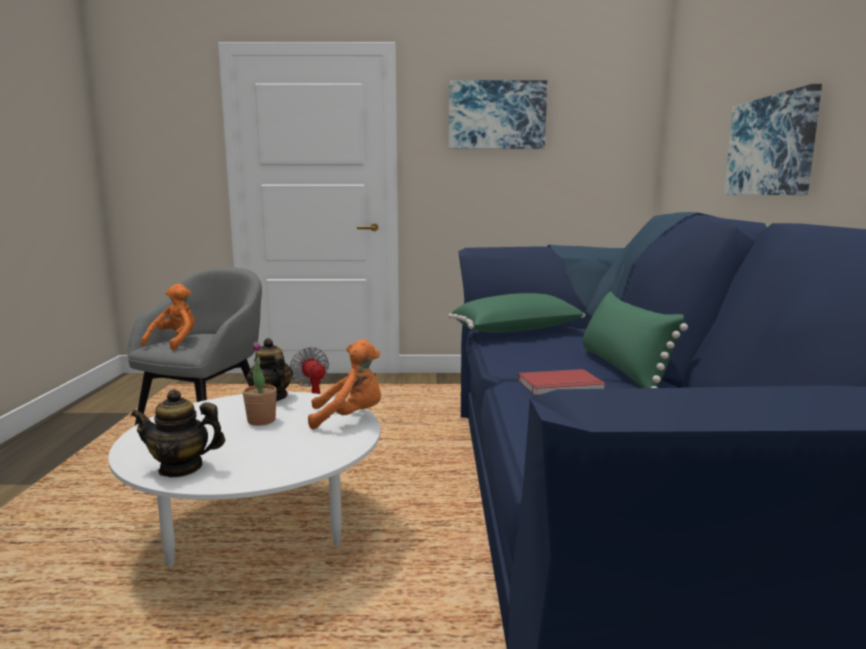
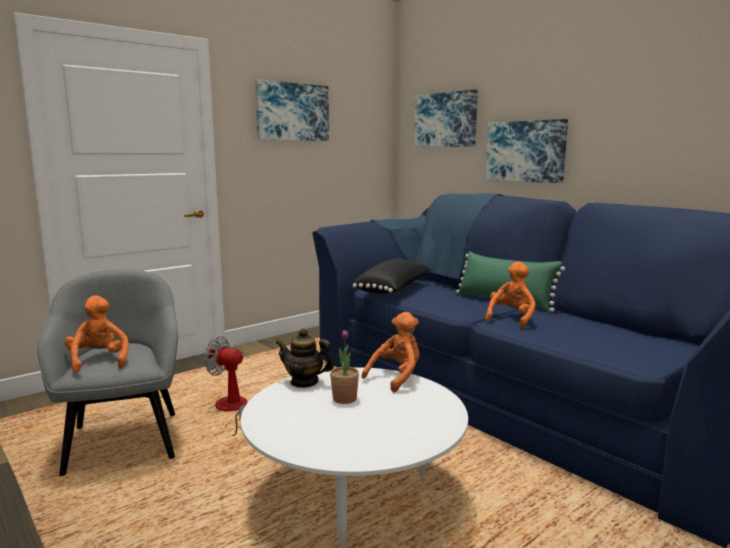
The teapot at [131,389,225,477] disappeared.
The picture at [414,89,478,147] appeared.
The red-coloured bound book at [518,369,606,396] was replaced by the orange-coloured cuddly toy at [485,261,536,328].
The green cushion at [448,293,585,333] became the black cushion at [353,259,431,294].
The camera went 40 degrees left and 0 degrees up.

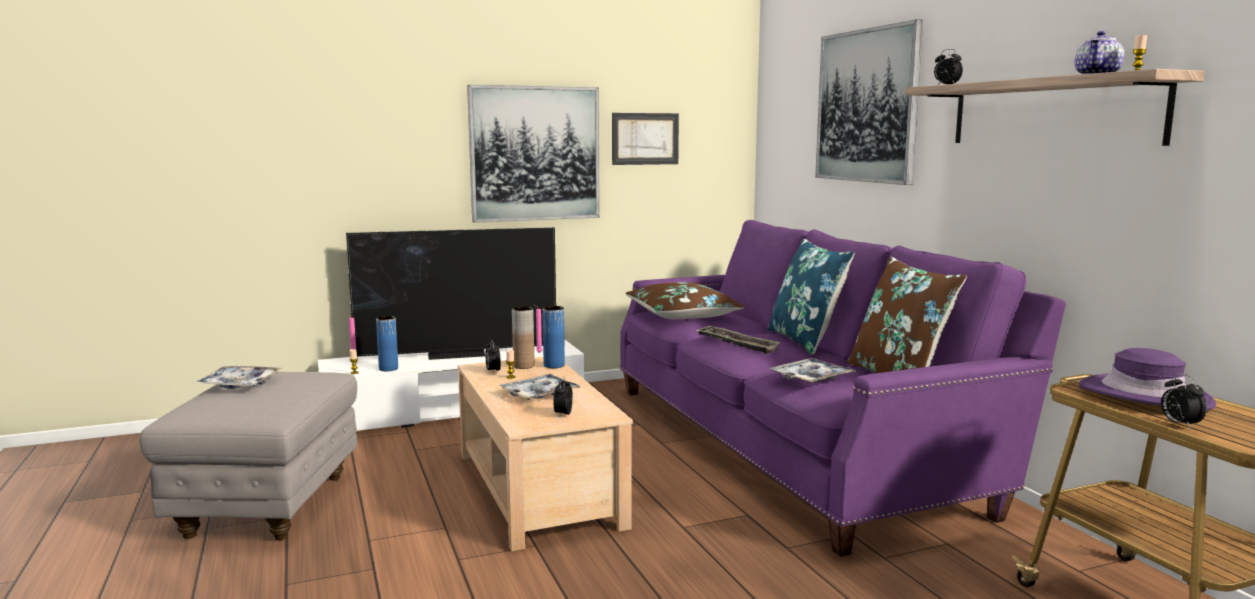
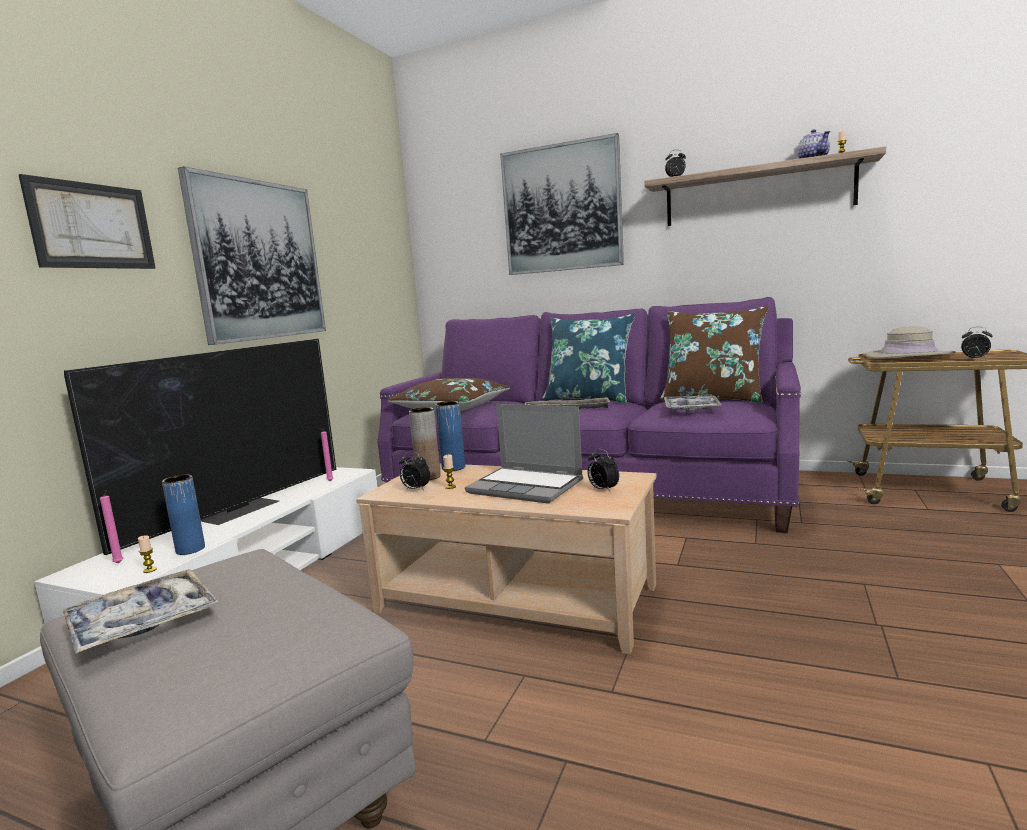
The picture moved from [612,113,679,165] to [19,174,155,269].
The serving tray at [499,374,581,400] was replaced by the portable computer at [465,404,583,504].
The purplish wearable hat at [1079,348,1216,410] became the beige wearable hat at [866,326,956,359].
The camera went 45 degrees left and 0 degrees up.

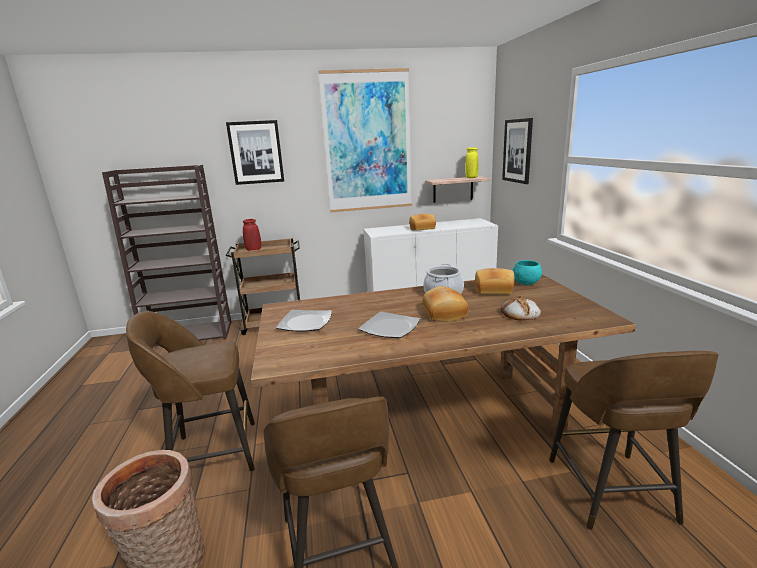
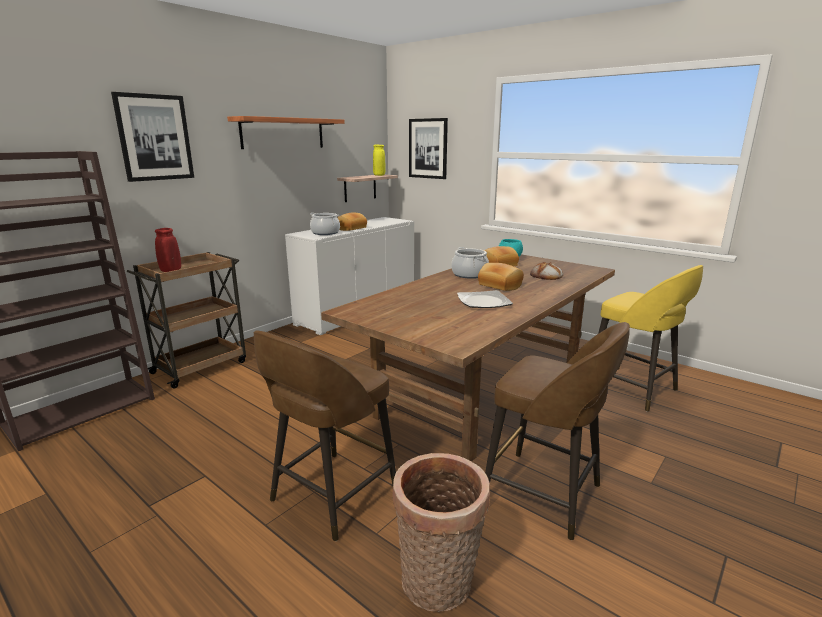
The dinner plate at [276,310,332,331] disappeared.
The saucepot at [310,213,340,235] appeared.
The picture at [318,68,412,212] was replaced by the shelf at [227,116,345,149].
The brownish stool at [549,351,719,530] became the yellow stool at [598,265,703,412].
The camera went 40 degrees left and 0 degrees up.

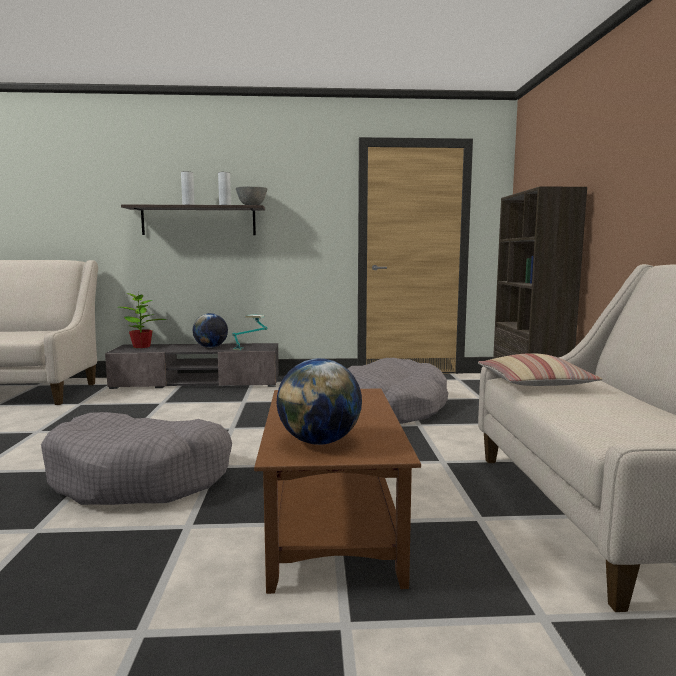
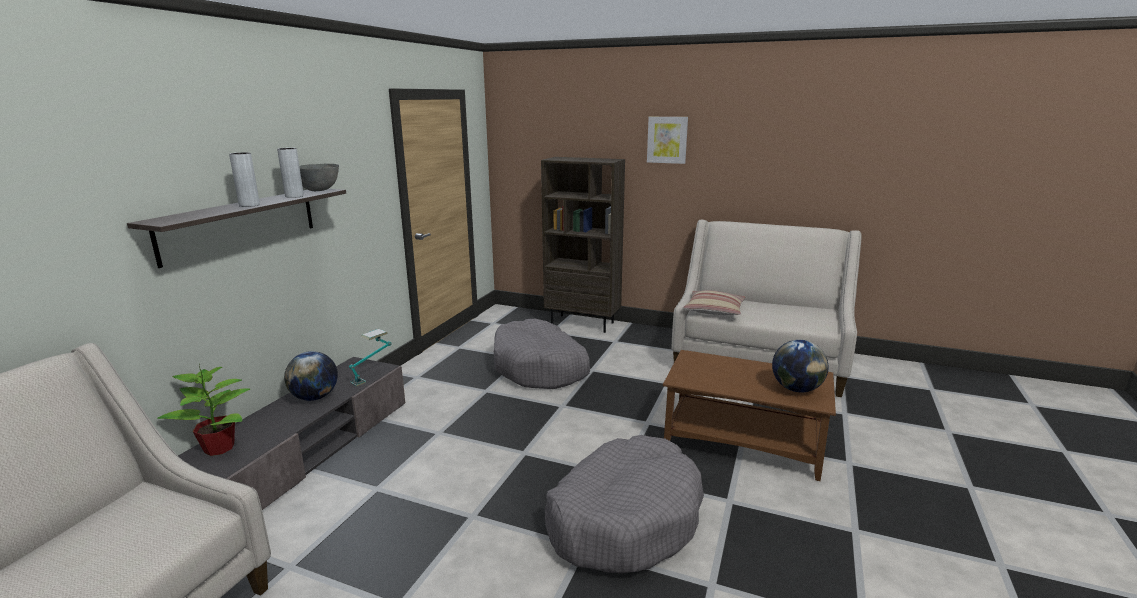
The picture at [647,117,688,164] appeared.
The camera went 65 degrees left and 10 degrees up.

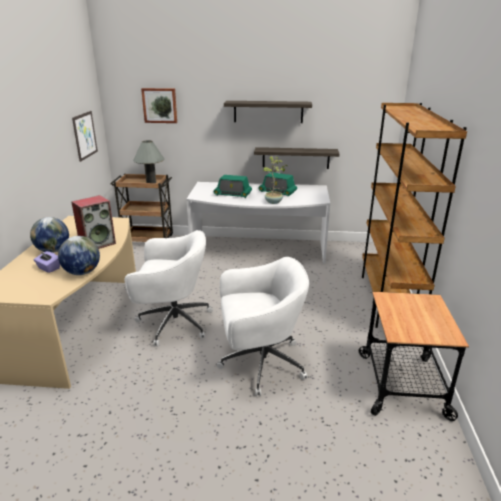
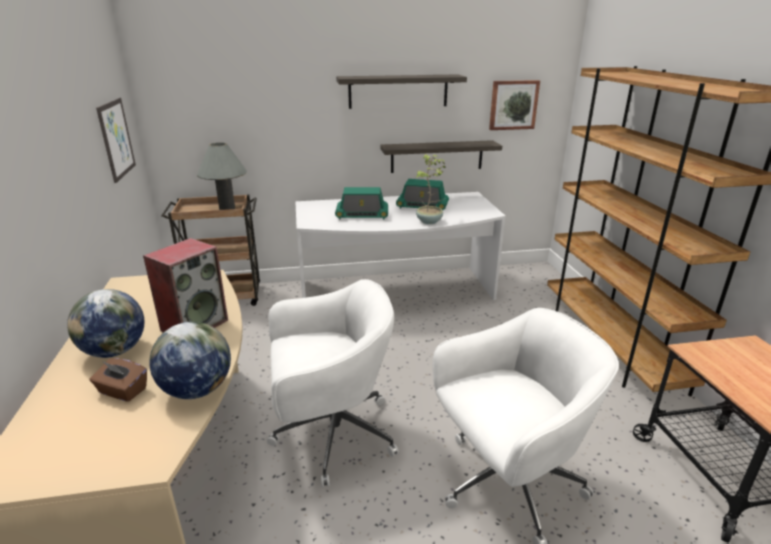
The picture moved from [141,88,177,123] to [489,80,540,130].
The purplish box of tissues at [34,251,60,273] became the brownish box of tissues at [89,358,147,402].
The camera went 15 degrees left and 0 degrees up.

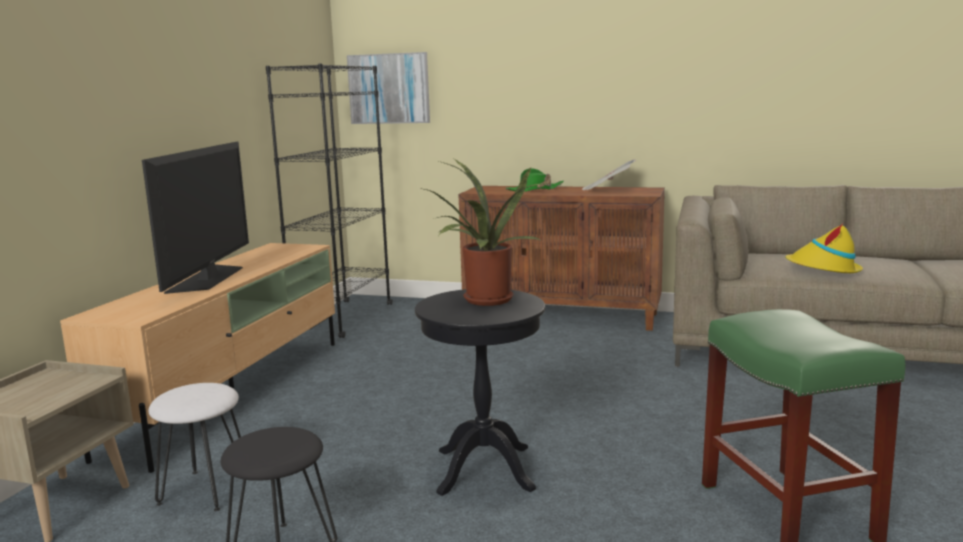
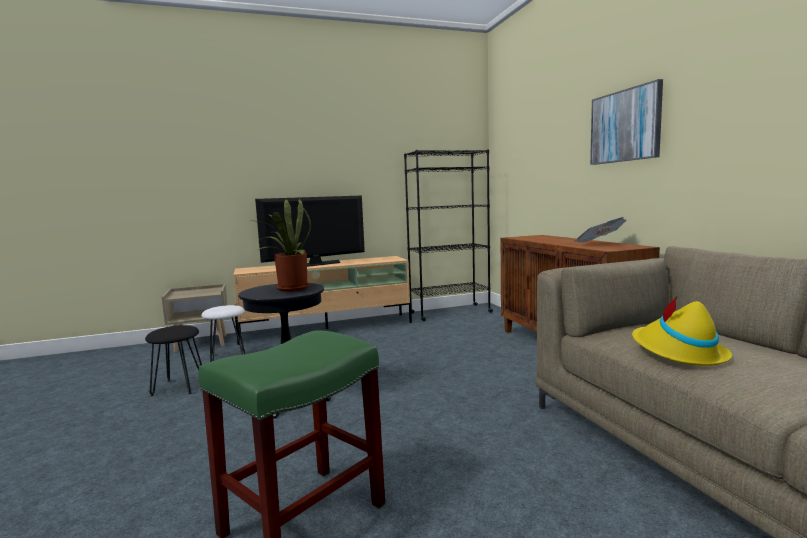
The green wearable hat at [506,168,564,192] disappeared.
The picture moved from [347,52,430,124] to [590,79,663,165].
The camera went 55 degrees right and 5 degrees down.

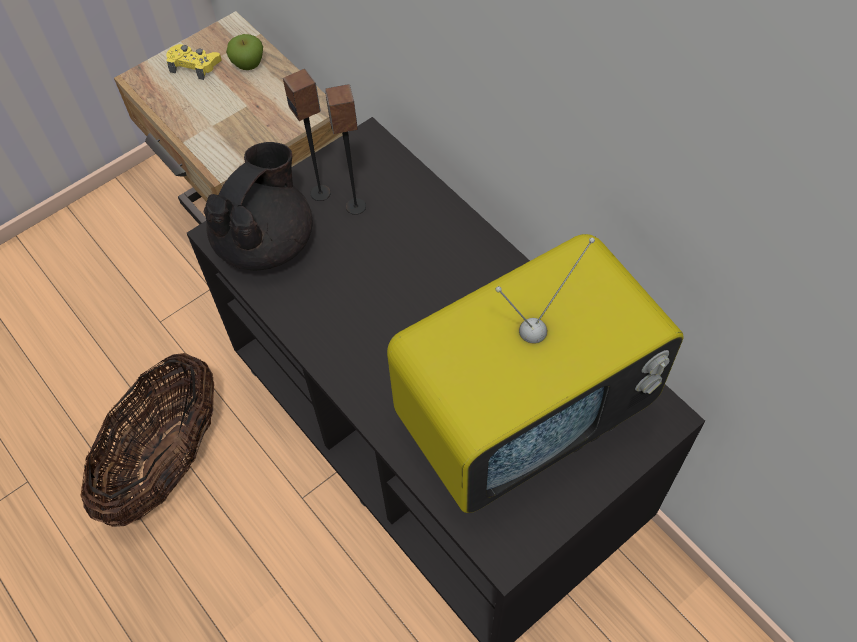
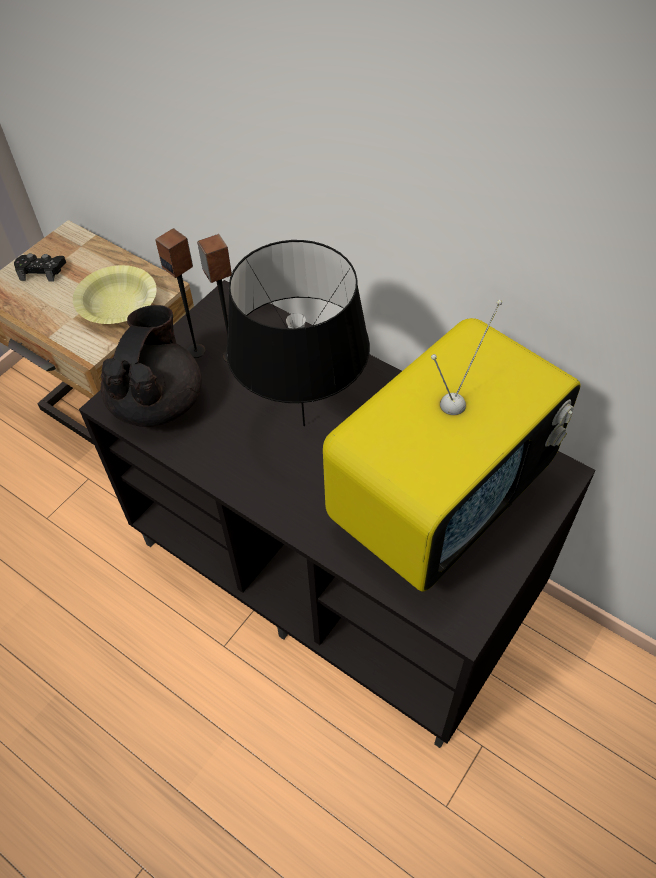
The basket at [80,353,214,527] disappeared.
The whole apple at [226,34,263,70] disappeared.
The yellow serving bowl at [73,265,157,324] appeared.
The black tabletop lamp at [226,240,370,426] appeared.
The yellow game controller at [166,44,222,80] became the black game controller at [14,253,66,282].
The camera went 15 degrees left and 5 degrees down.

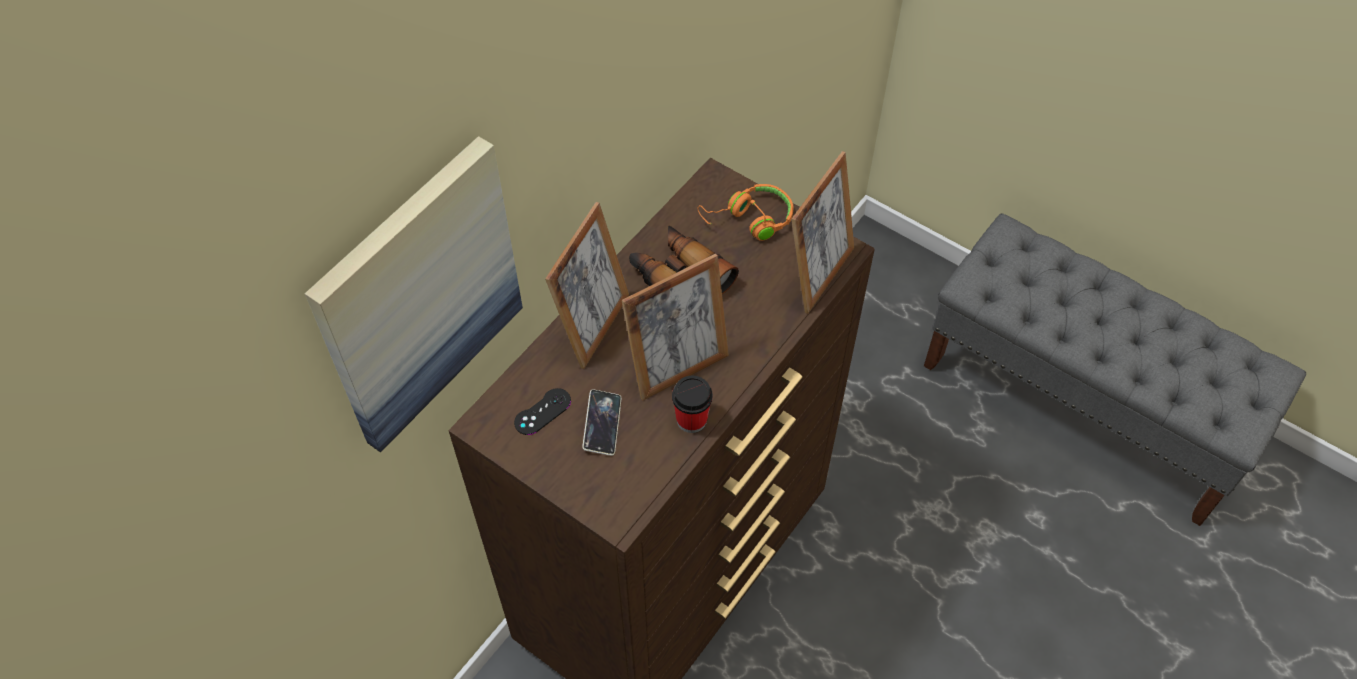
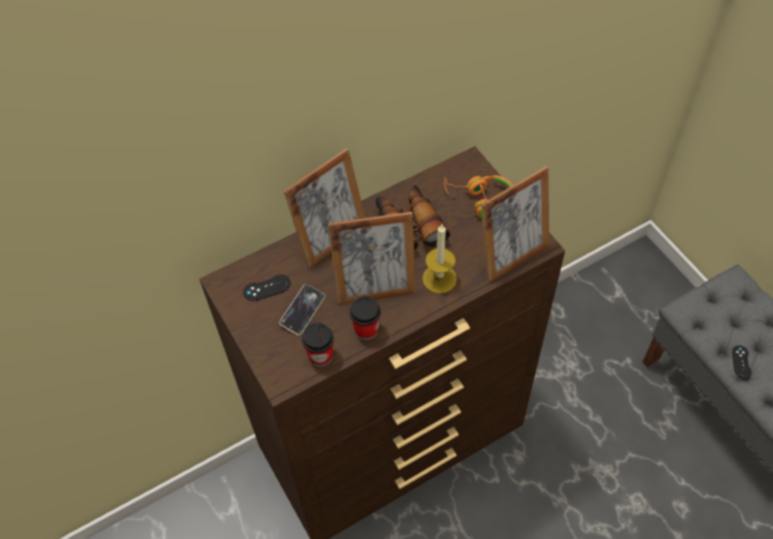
The picture at [304,136,523,453] disappeared.
The drinking cup at [302,322,334,367] appeared.
The wax light at [422,224,457,294] appeared.
The black game controller at [732,345,751,379] appeared.
The camera went 25 degrees right and 0 degrees up.

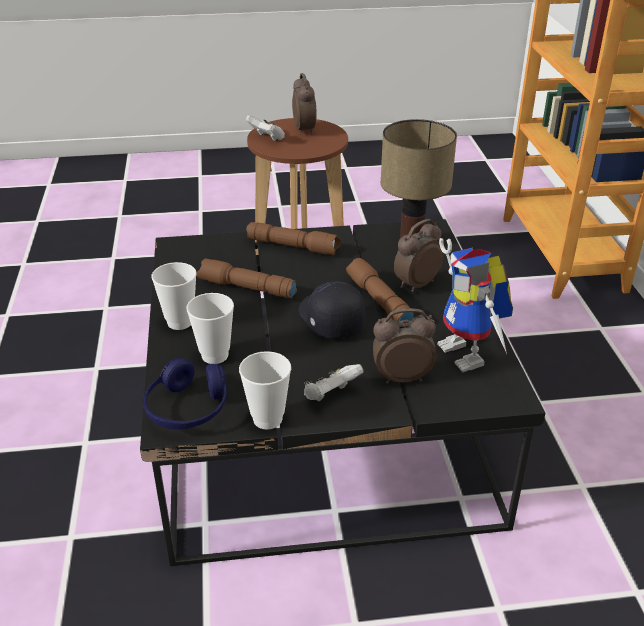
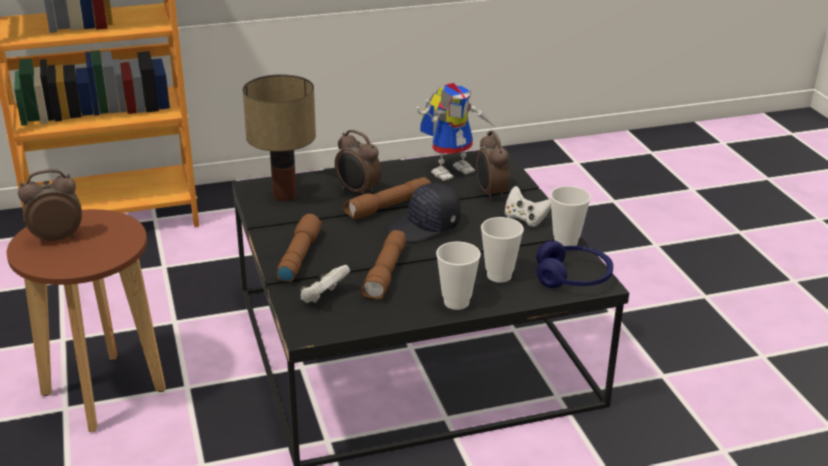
The white-coloured game controller moved from [246,115,285,141] to [300,265,350,303].
The camera went 100 degrees left and 5 degrees down.

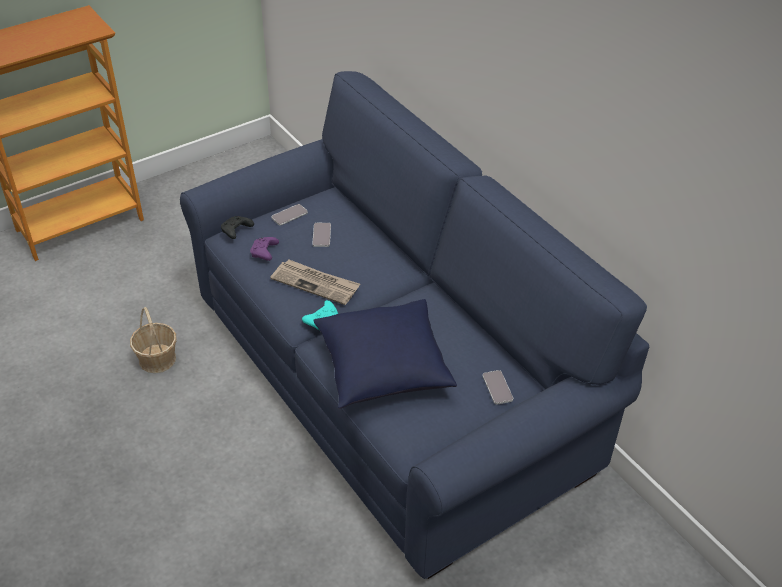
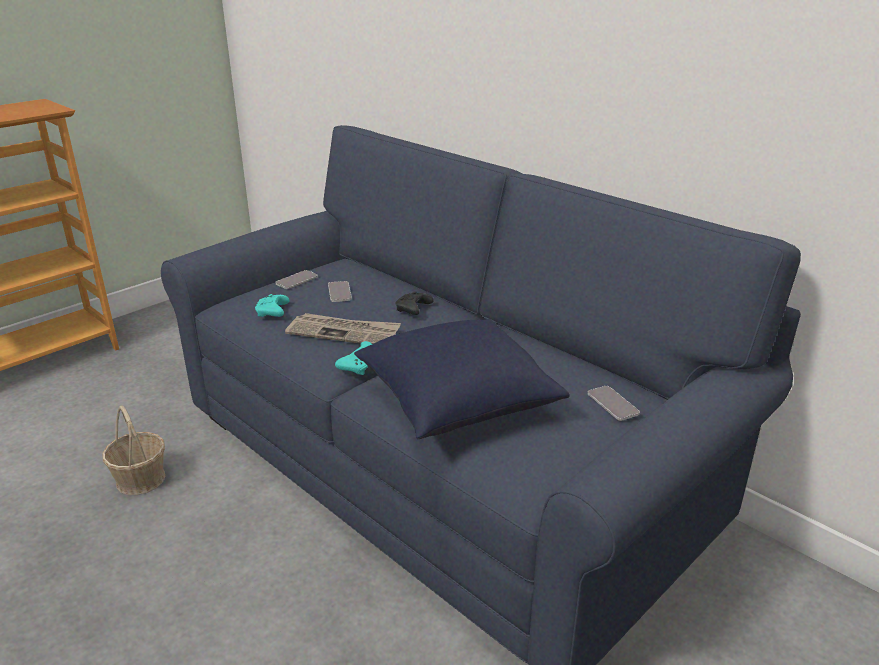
The black game controller moved from [221,216,254,239] to [396,291,434,315].
The purplish game controller at [250,237,279,261] became the turquoise game controller at [255,294,290,317].
The camera went 10 degrees left and 15 degrees down.

